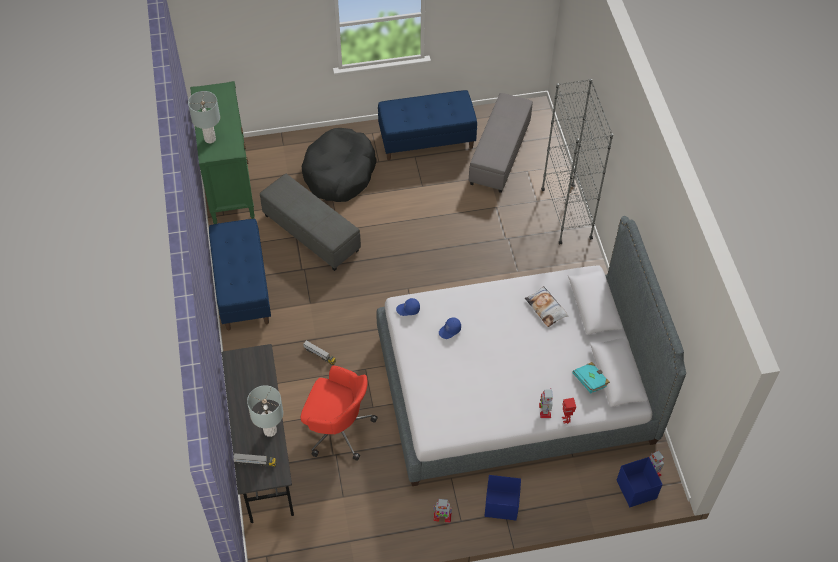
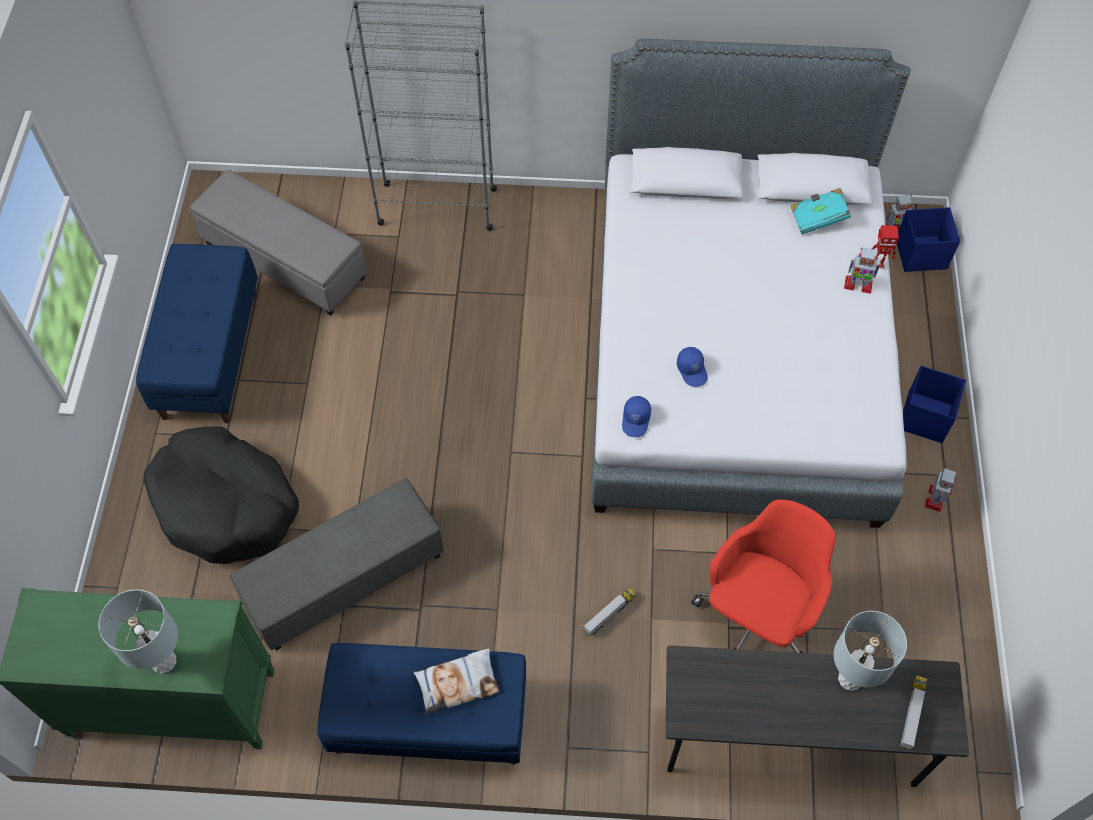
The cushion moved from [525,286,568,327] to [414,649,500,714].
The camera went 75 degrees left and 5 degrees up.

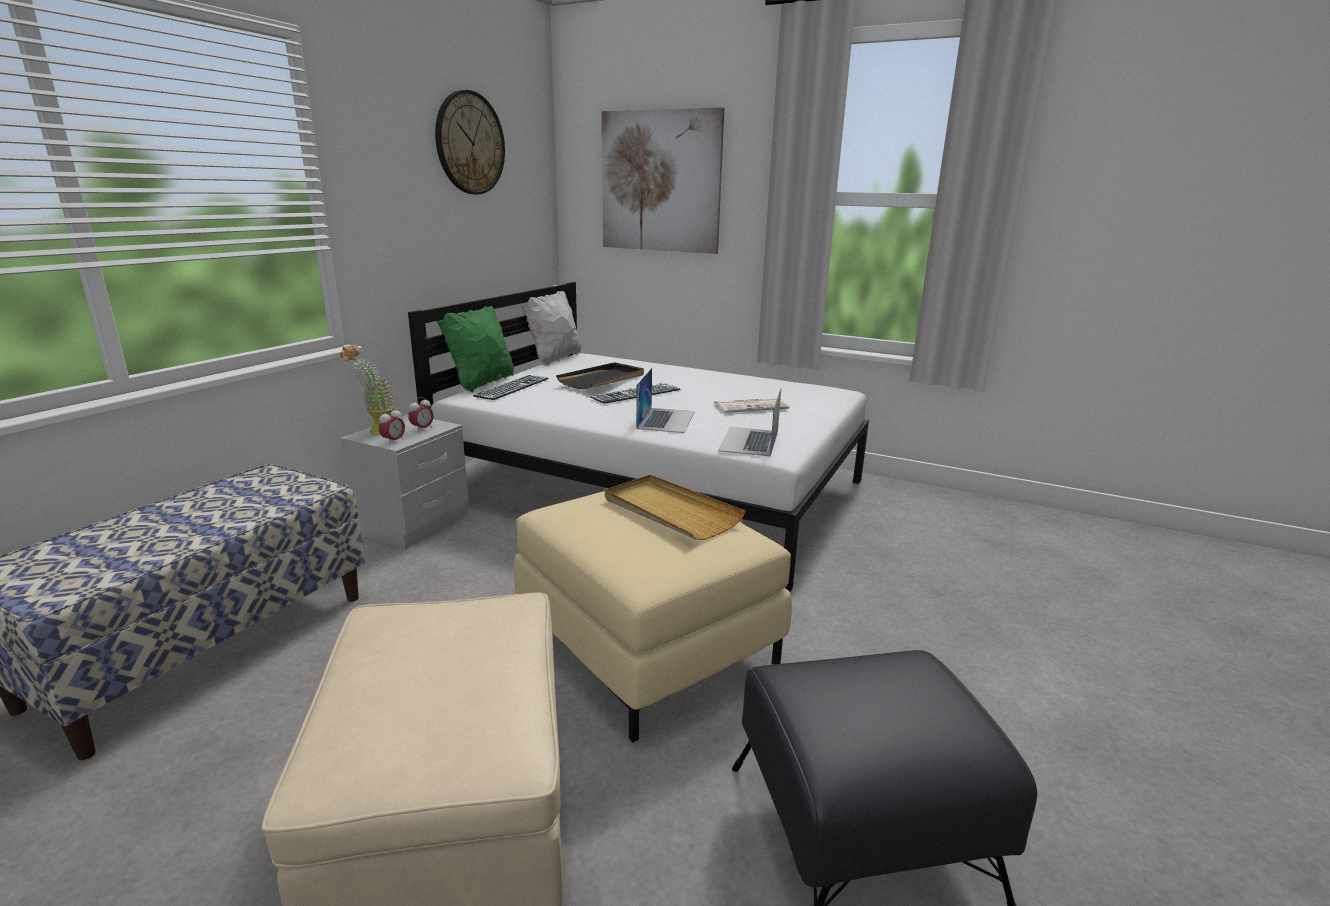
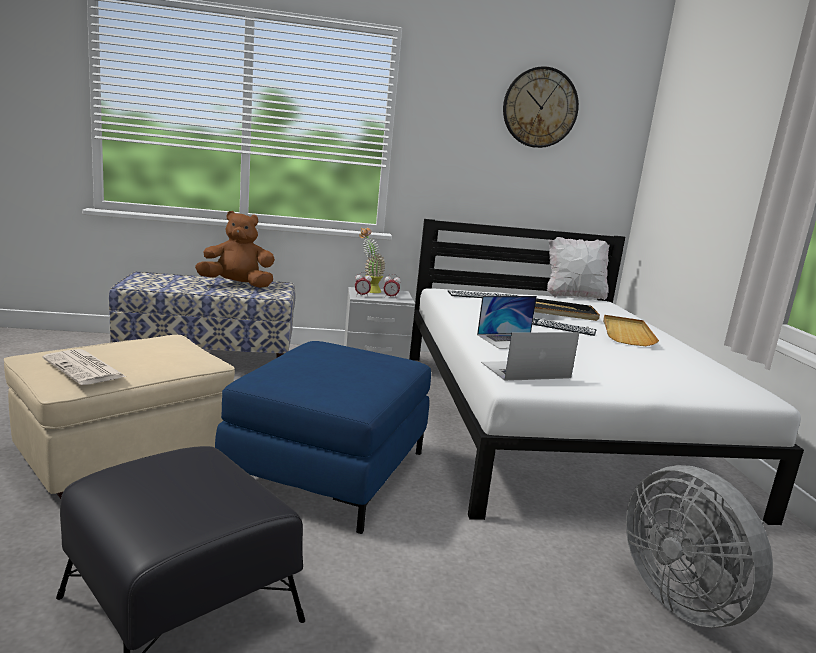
The green cushion at [437,298,514,392] disappeared.
The picture at [602,107,724,254] disappeared.
The brownish cuddly toy at [195,211,275,288] appeared.
The gray electric fan at [626,465,773,628] appeared.
The beige serving tray moved from [605,475,745,540] to [603,315,659,346].
The daily paper moved from [714,398,790,413] to [42,349,126,385].
The beige pouffe at [514,491,792,742] became the blue-coloured pouffe at [215,341,431,534].
The camera went 55 degrees right and 5 degrees down.

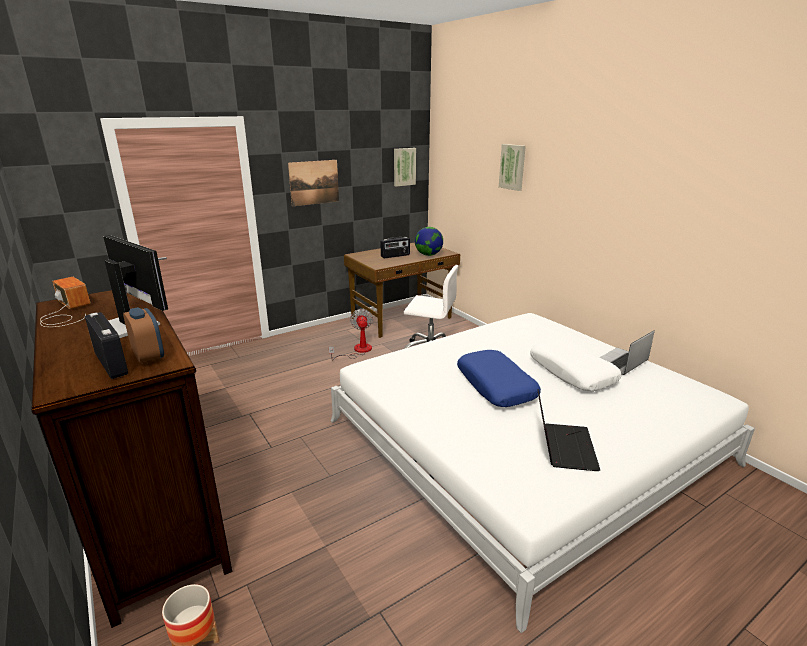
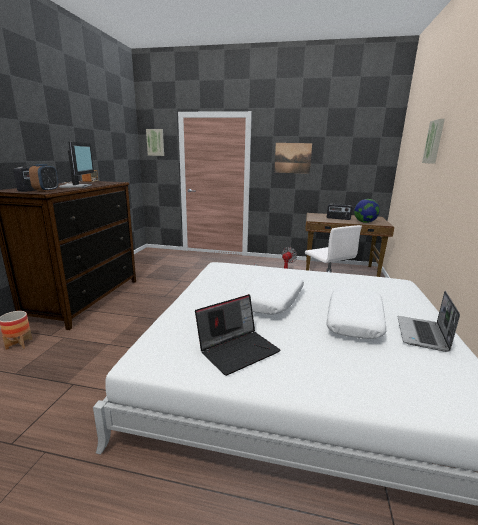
The picture moved from [394,148,416,187] to [146,129,164,156].
The blue-coloured cushion at [457,350,541,407] became the white-coloured cushion at [240,273,304,315].
The portable computer at [600,330,655,375] turned 75 degrees counterclockwise.
The camera went 45 degrees right and 5 degrees down.

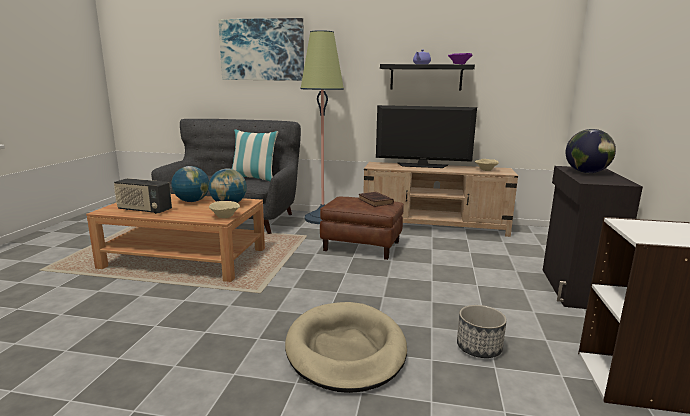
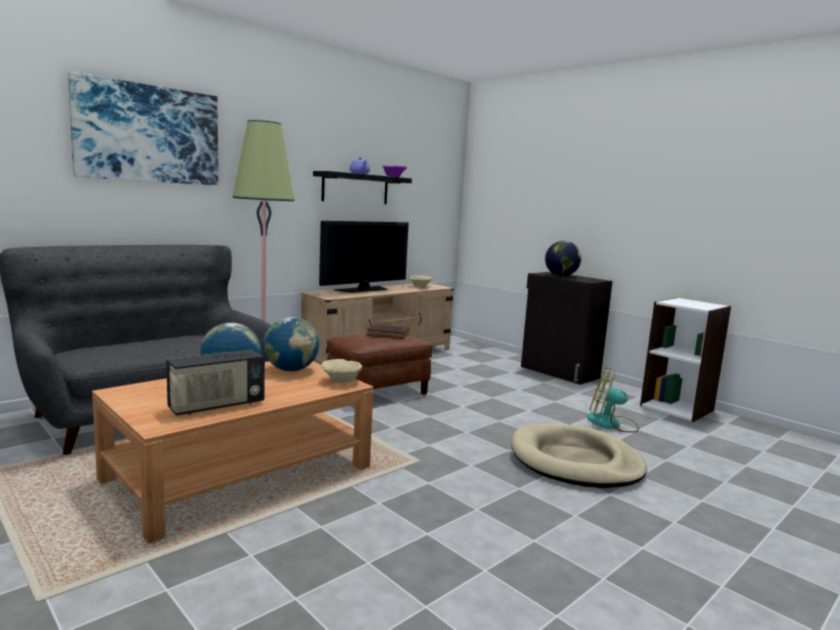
The cushion at [232,130,278,181] disappeared.
The planter at [457,305,507,358] was replaced by the electric fan at [587,367,639,433].
The camera went 55 degrees left and 5 degrees down.

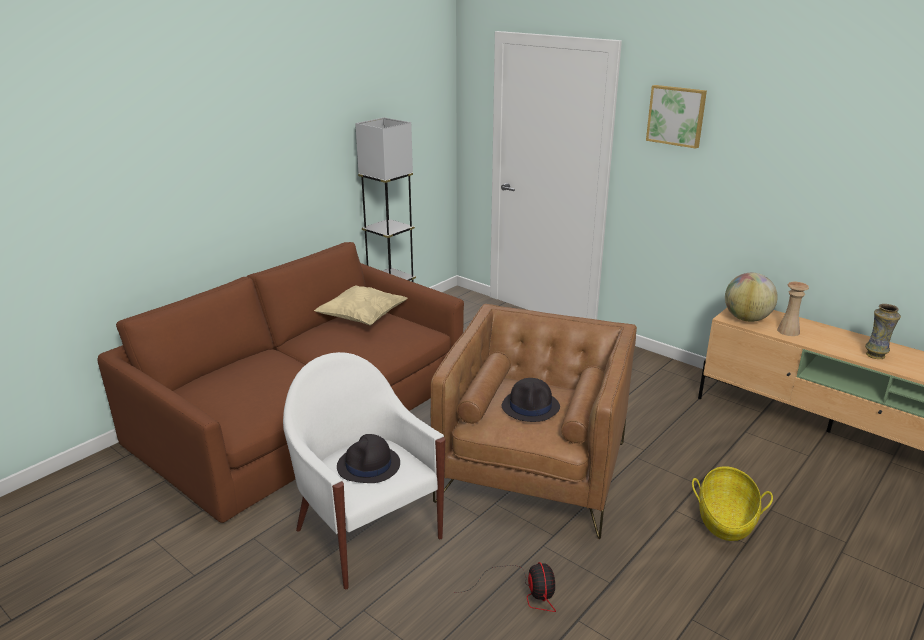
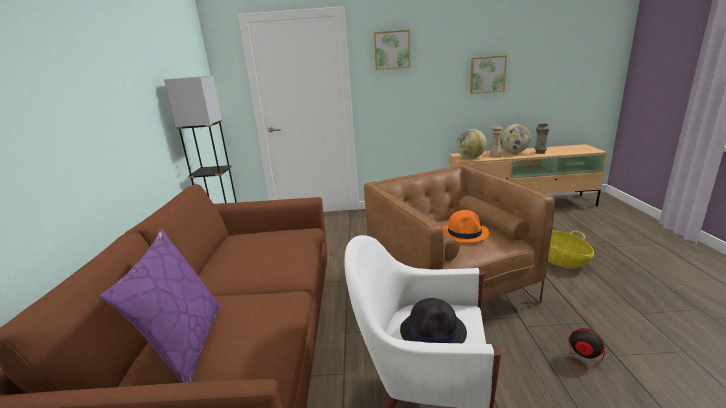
The beige cushion at [314,286,408,326] disappeared.
The purplish cushion at [100,229,221,383] appeared.
The picture at [470,55,507,94] appeared.
The world globe at [500,124,531,153] appeared.
The black wearable hat at [502,378,560,422] became the orange-coloured wearable hat at [442,210,489,243].
The camera went 40 degrees left and 5 degrees down.

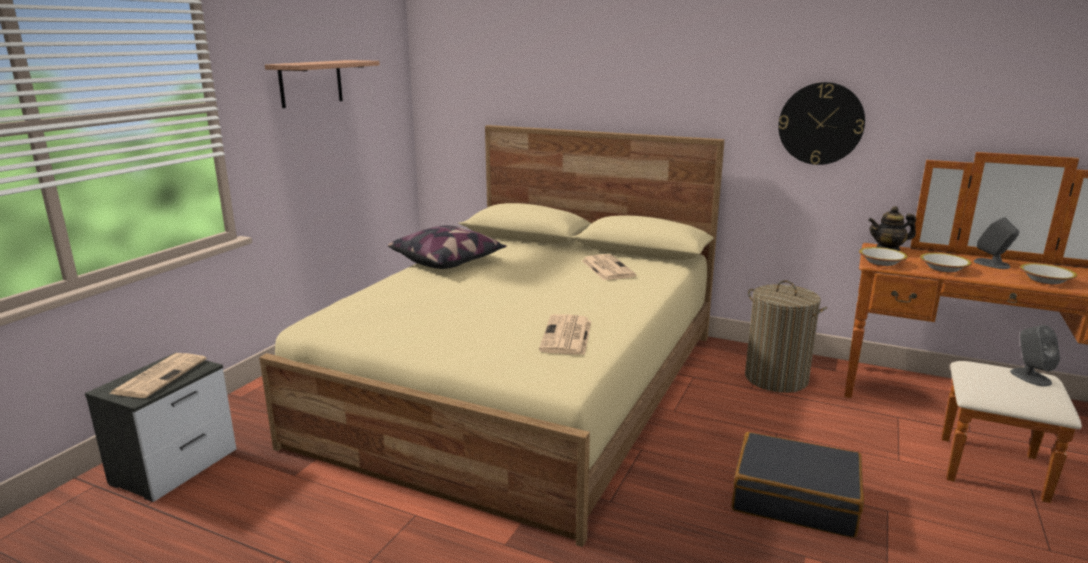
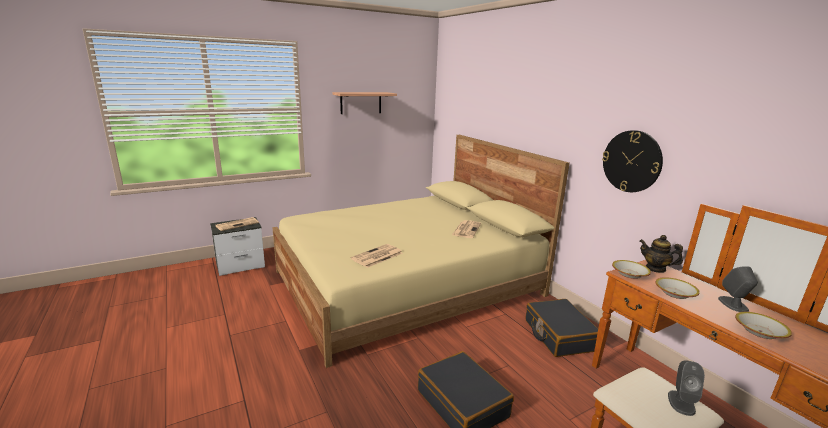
The cushion at [388,225,507,269] disappeared.
The hamper at [745,280,827,393] was replaced by the black piece of luggage at [526,299,598,357].
The camera went 35 degrees right and 0 degrees up.

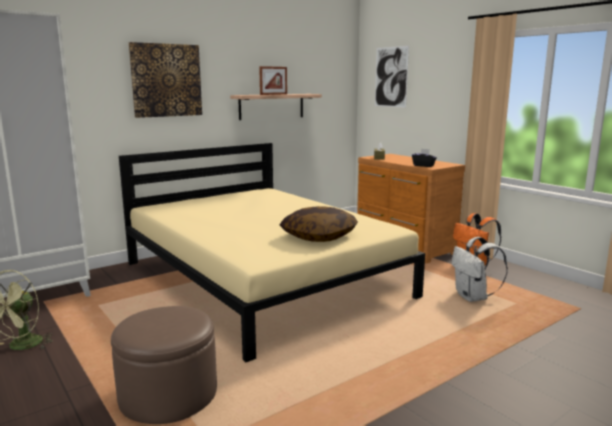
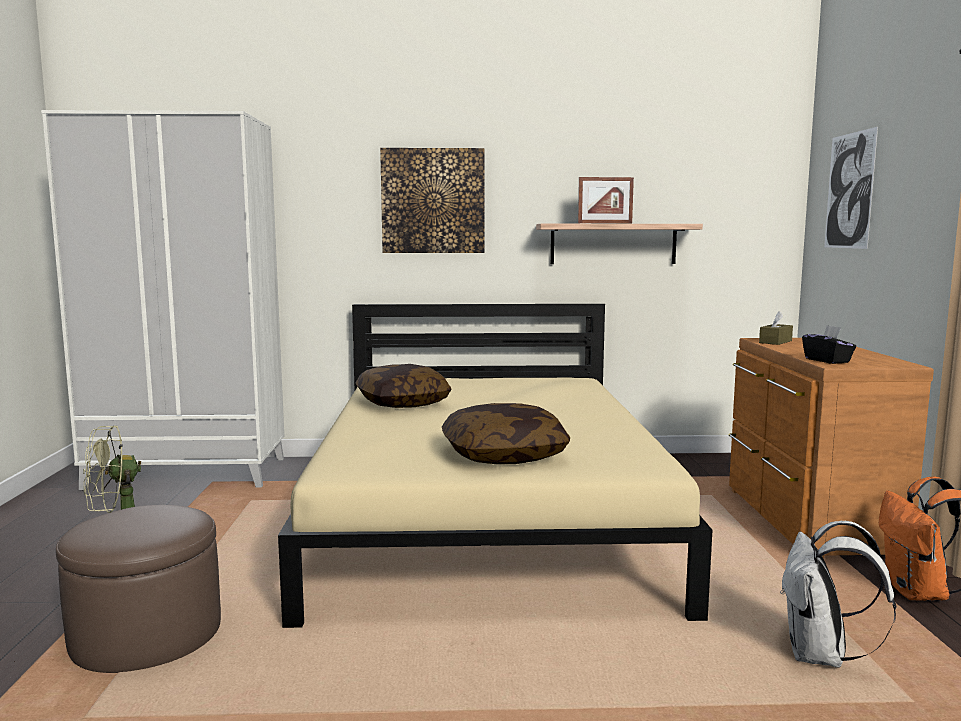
The cushion at [355,364,451,408] appeared.
The camera went 35 degrees right and 5 degrees down.

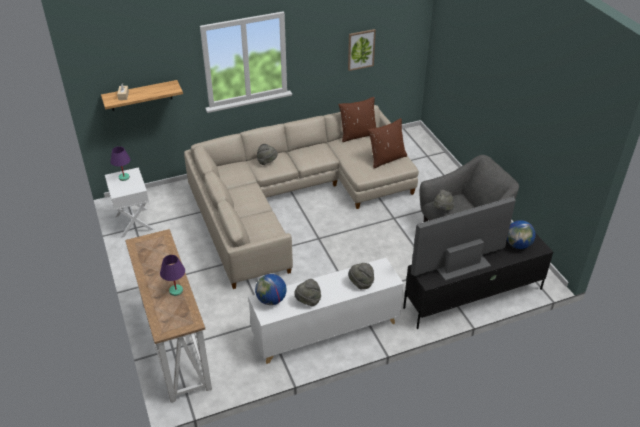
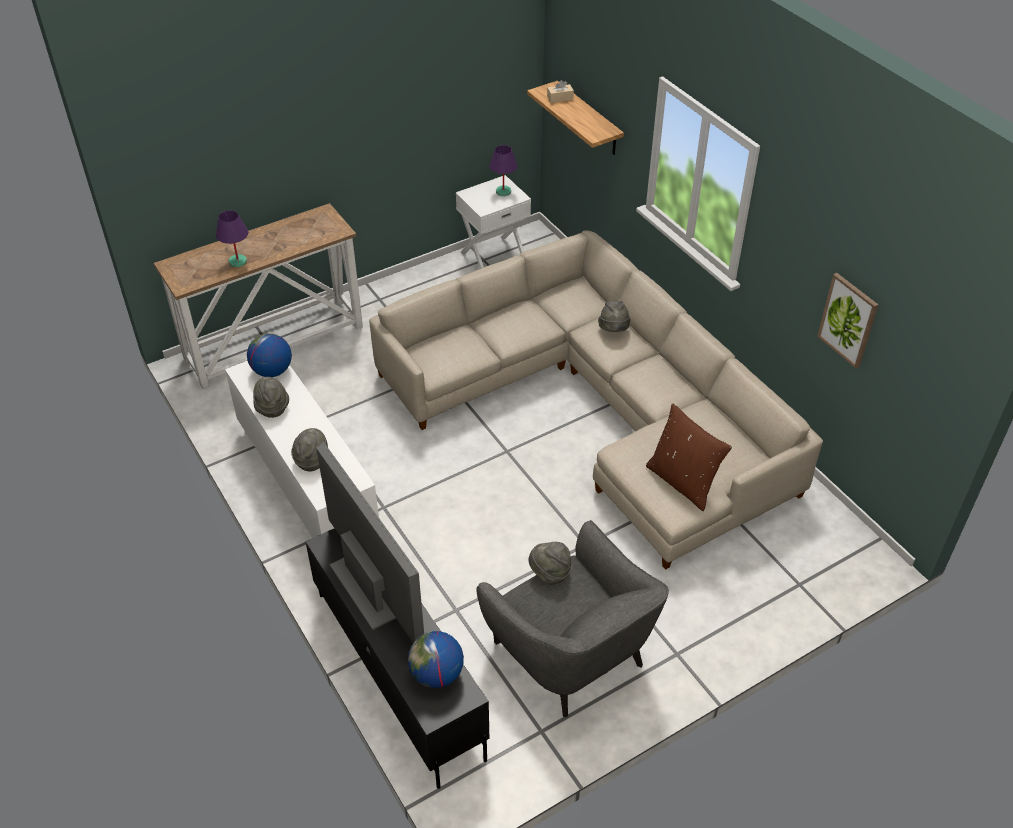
The brownish cushion at [338,97,376,142] disappeared.
The camera went 80 degrees right and 5 degrees up.

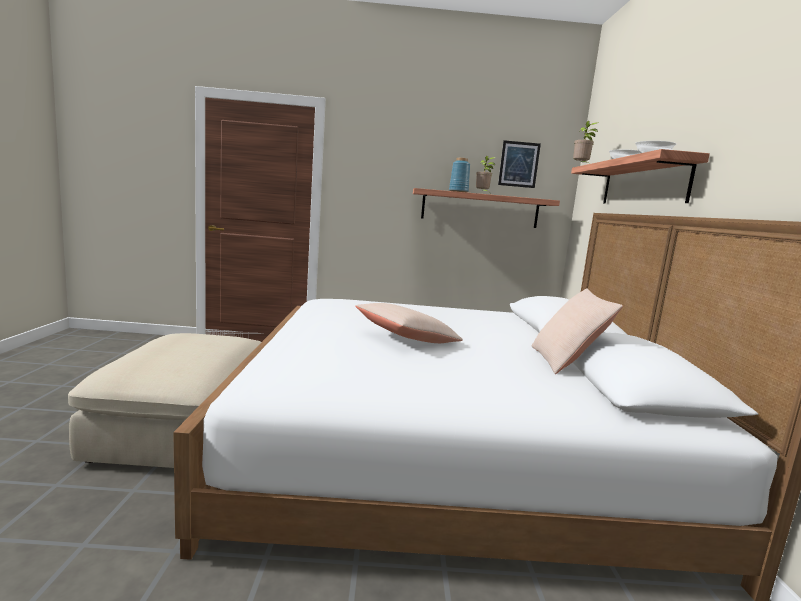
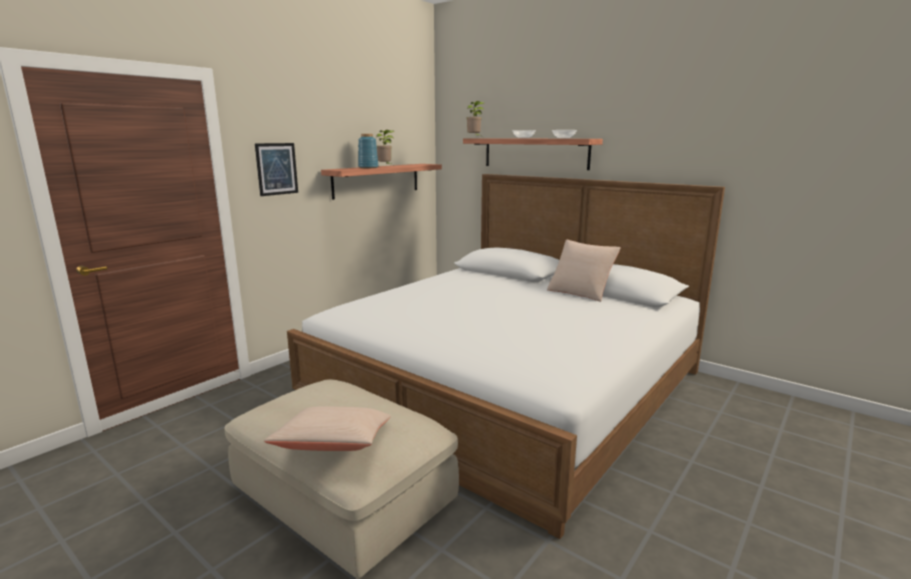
The beige cushion moved from [355,303,463,343] to [264,406,391,451].
The picture moved from [498,140,541,188] to [255,143,298,196].
The camera went 50 degrees left and 5 degrees up.

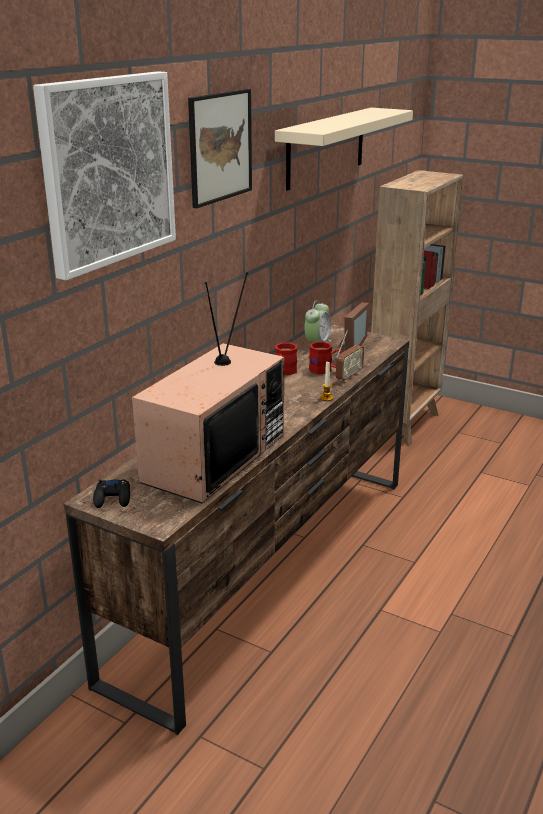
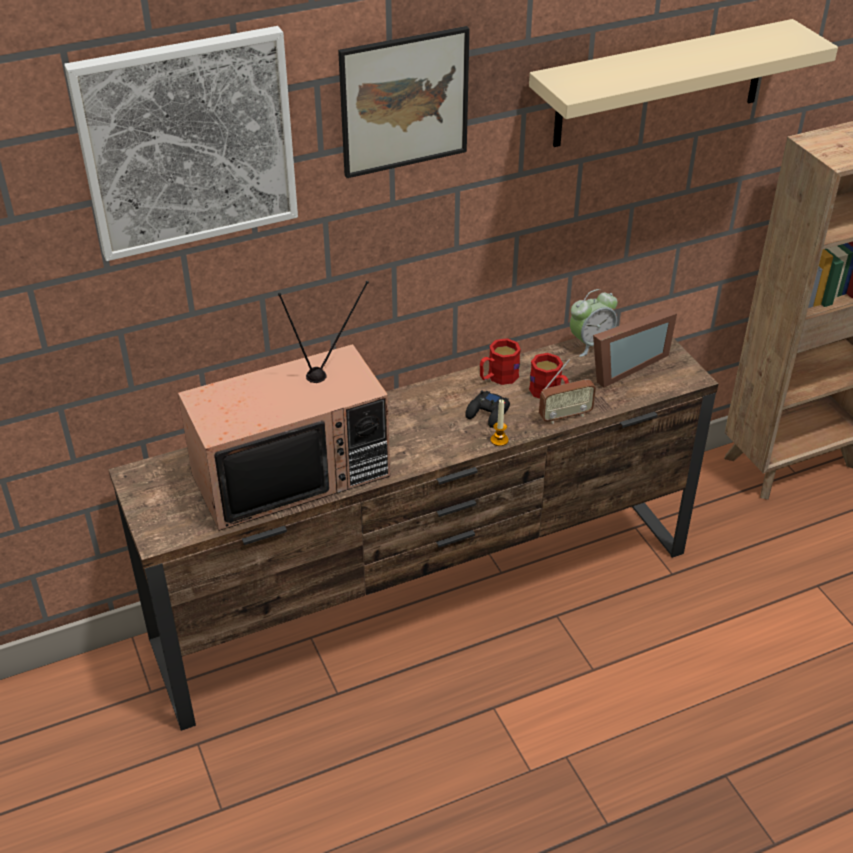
The black game controller moved from [93,479,130,508] to [465,390,510,428].
The camera went 35 degrees right and 15 degrees up.

